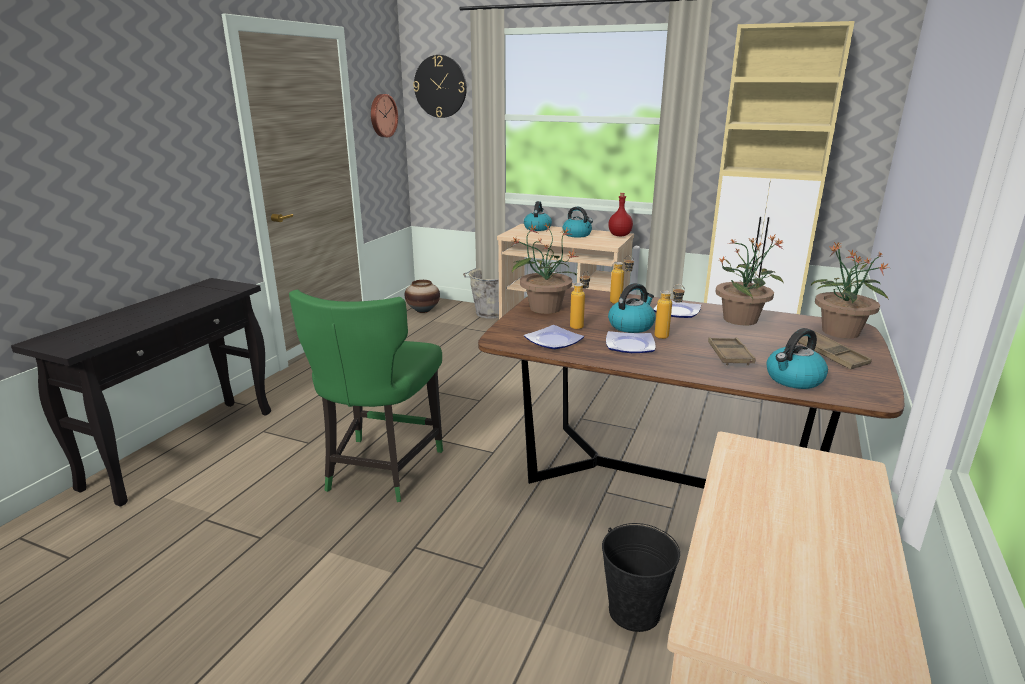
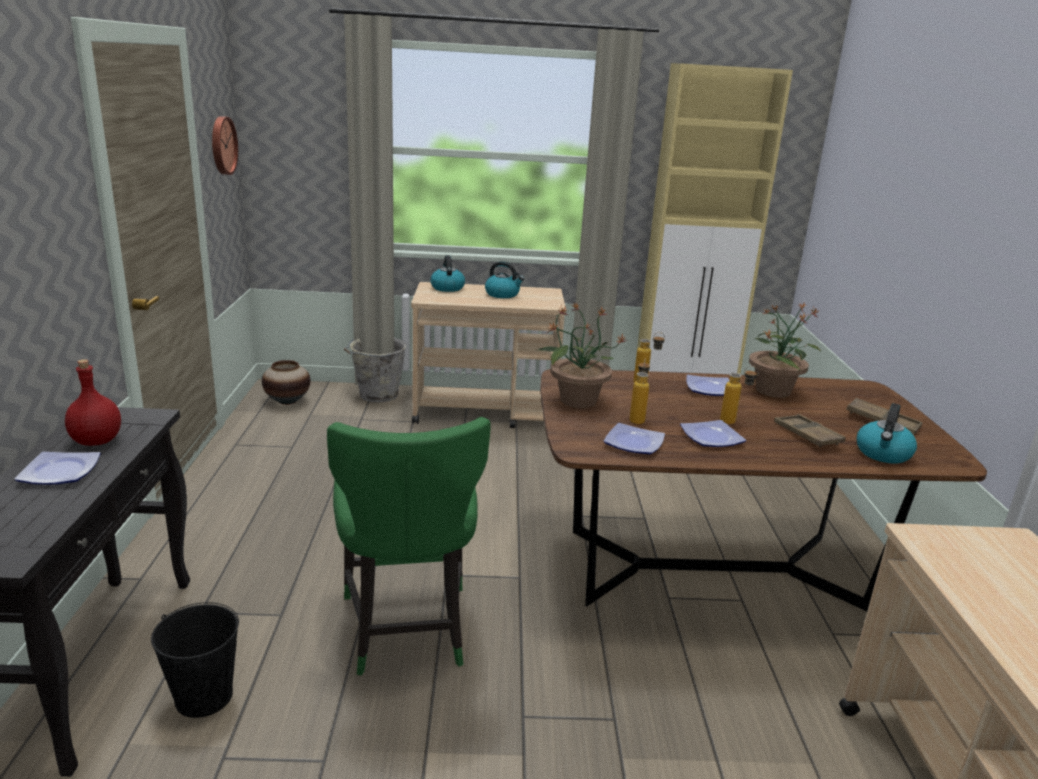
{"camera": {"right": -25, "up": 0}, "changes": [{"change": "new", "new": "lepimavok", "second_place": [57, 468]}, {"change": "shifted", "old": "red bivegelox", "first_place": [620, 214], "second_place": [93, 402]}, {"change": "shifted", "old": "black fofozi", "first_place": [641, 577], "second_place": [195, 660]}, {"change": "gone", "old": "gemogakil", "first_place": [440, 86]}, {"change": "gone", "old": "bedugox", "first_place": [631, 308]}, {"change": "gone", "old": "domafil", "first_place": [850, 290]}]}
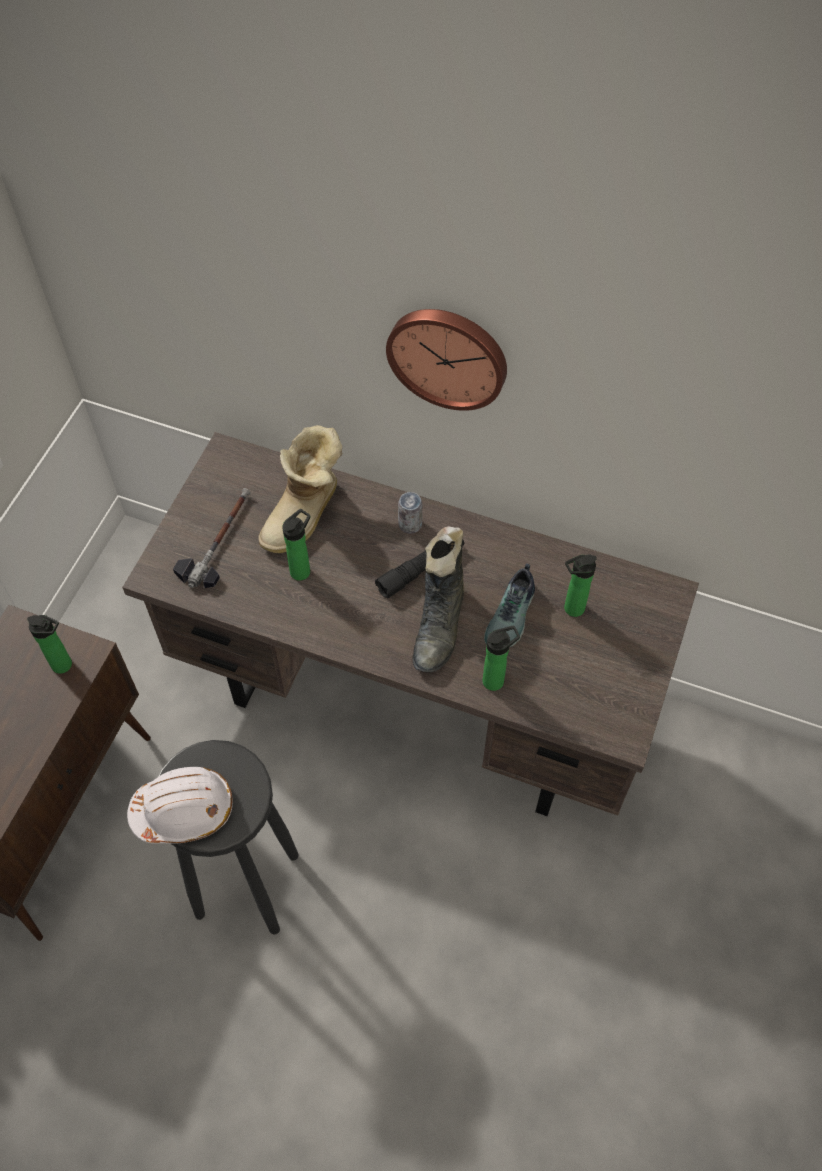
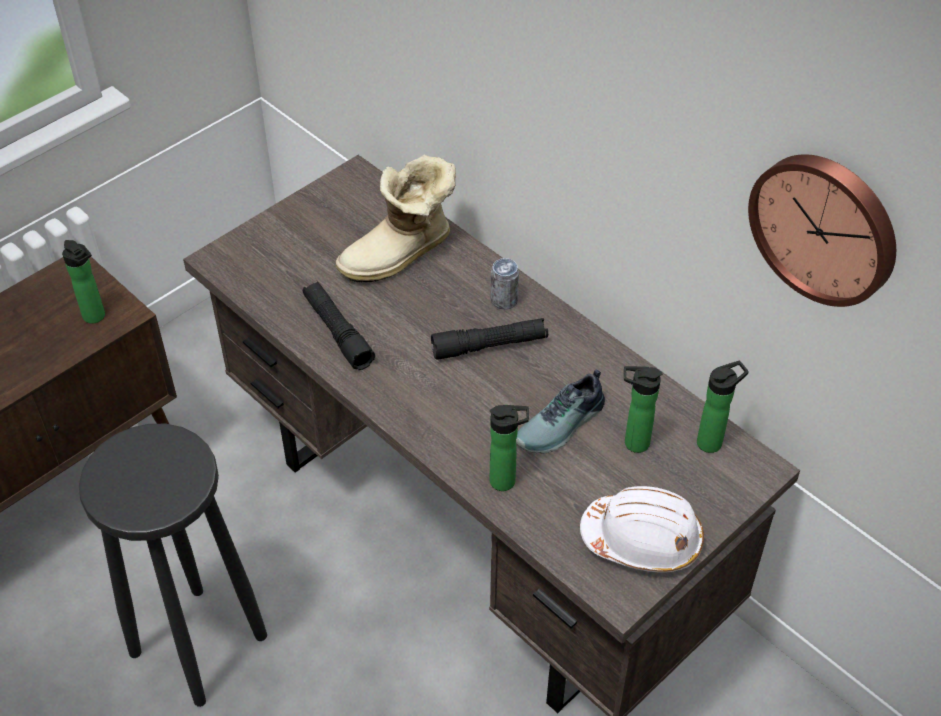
{"camera": {"right": 25, "up": -10}, "changes": [{"change": "new", "new": "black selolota", "second_place": [339, 326]}, {"change": "shifted", "old": "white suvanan", "first_place": [180, 805], "second_place": [642, 529]}, {"change": "shifted", "old": "bivegelox", "first_place": [296, 545], "second_place": [723, 407]}, {"change": "shifted", "old": "gemogakil", "first_place": [446, 360], "second_place": [822, 230]}, {"change": "gone", "old": "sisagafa", "first_place": [212, 538]}, {"change": "gone", "old": "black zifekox", "first_place": [438, 599]}]}
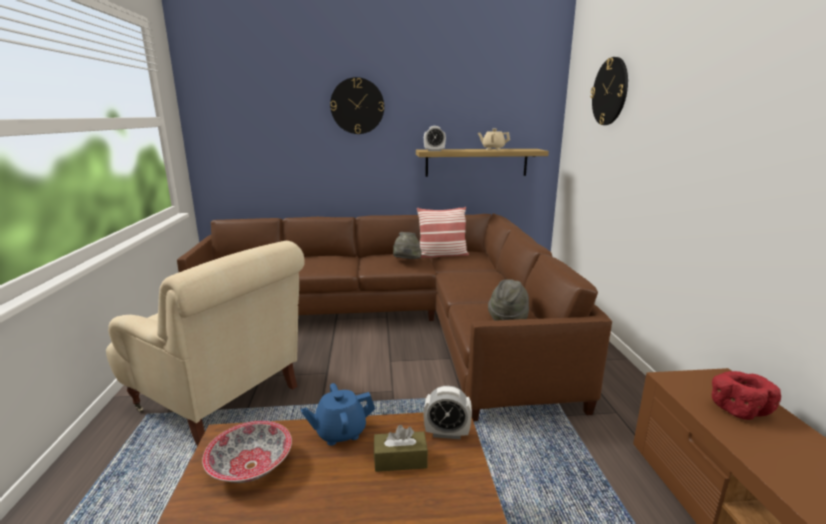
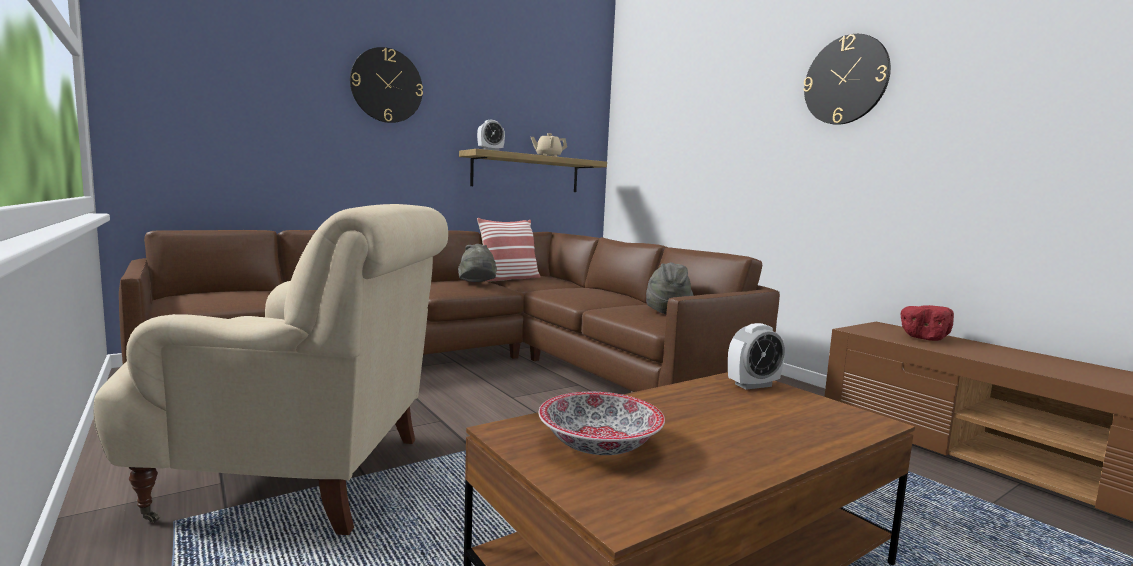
{"camera": {"right": -30, "up": -10}, "changes": [{"change": "shifted", "old": "gemogakil", "first_place": [609, 91], "second_place": [847, 79]}, {"change": "gone", "old": "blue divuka", "first_place": [338, 414]}, {"change": "gone", "old": "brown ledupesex", "first_place": [401, 448]}]}
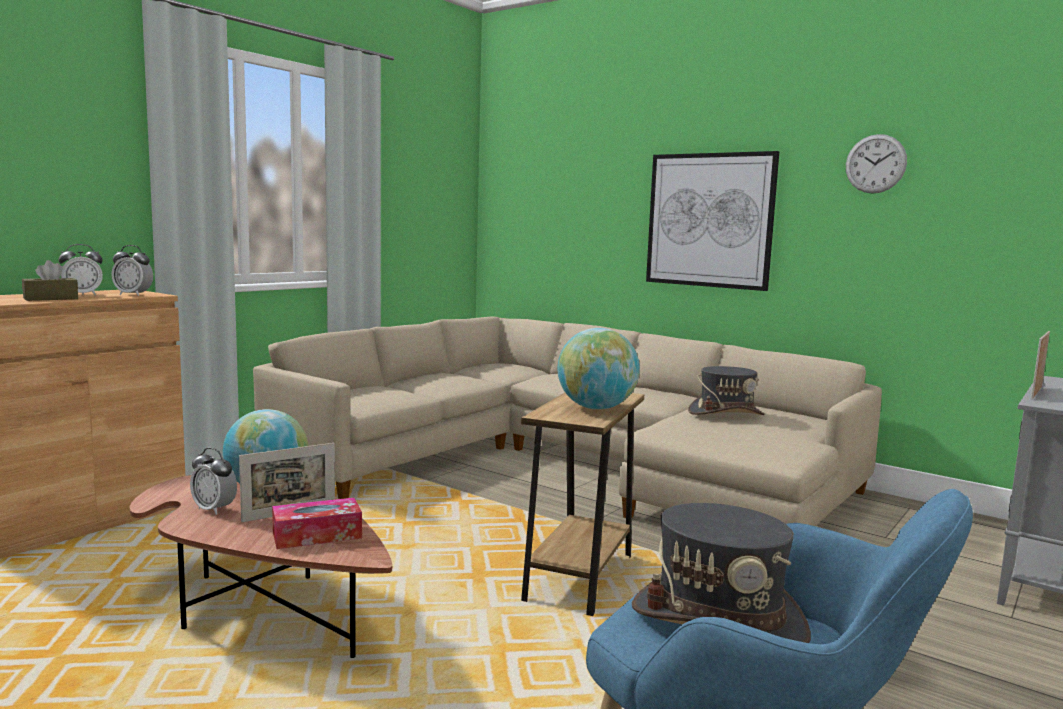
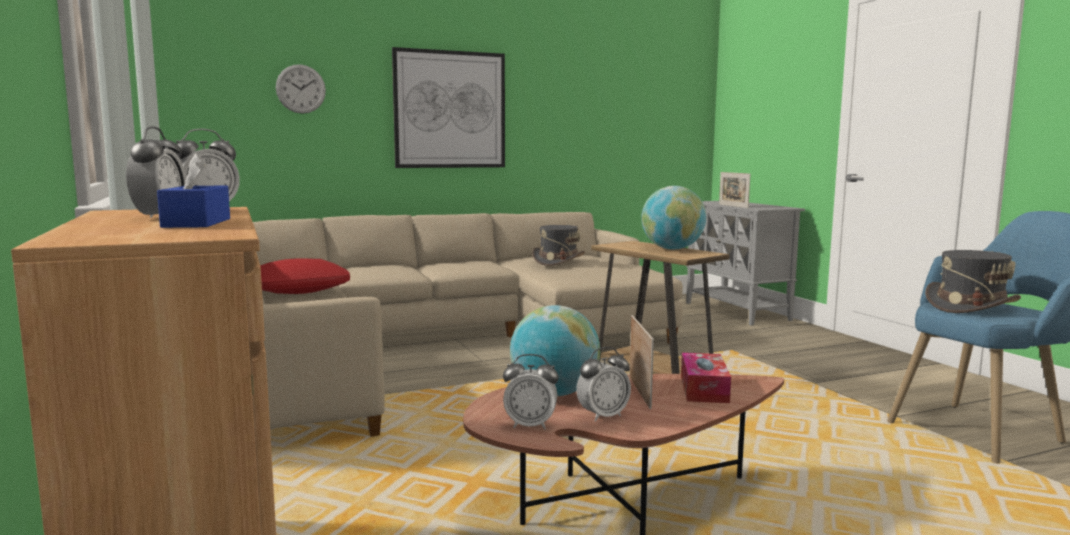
{"camera": {"right": -60, "up": 0}, "changes": [{"change": "repainted", "old": "brown ledupesex", "new": "blue ledupesex", "first_place": [50, 280], "second_place": [193, 190]}, {"change": "new", "new": "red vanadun", "second_place": [305, 276]}, {"change": "shifted", "old": "gemogakil", "first_place": [876, 164], "second_place": [301, 89]}, {"change": "new", "new": "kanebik", "second_place": [531, 391]}]}
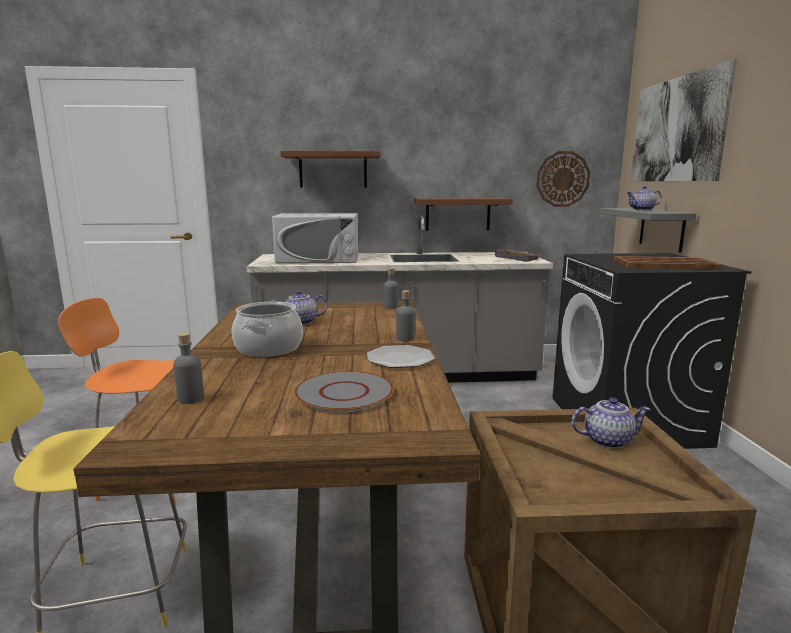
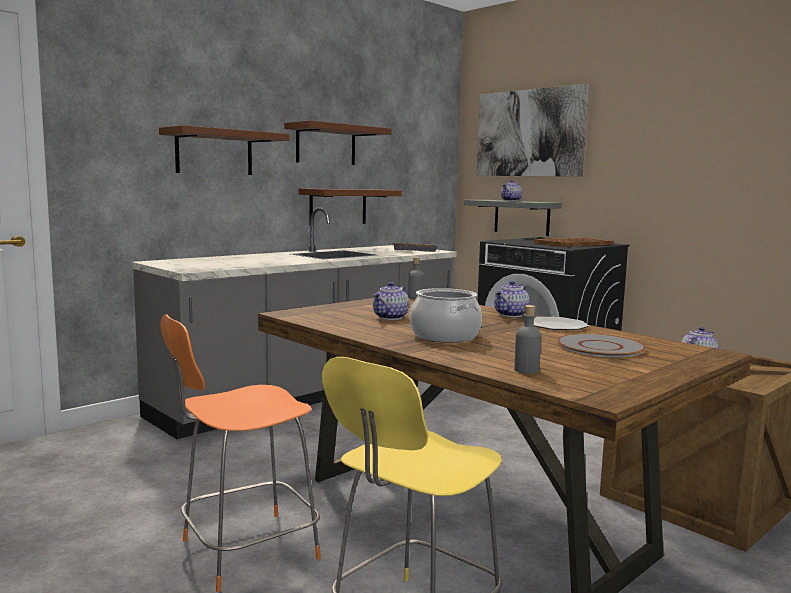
{"camera": {"right": -40, "up": -5}, "changes": [{"change": "new", "new": "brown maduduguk", "second_place": [338, 142]}, {"change": "swapped", "old": "grey bivegelox", "new": "divuka", "first_place": [405, 315], "second_place": [512, 299]}, {"change": "gone", "old": "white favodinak", "first_place": [315, 238]}, {"change": "gone", "old": "gemogakil", "first_place": [563, 179]}]}
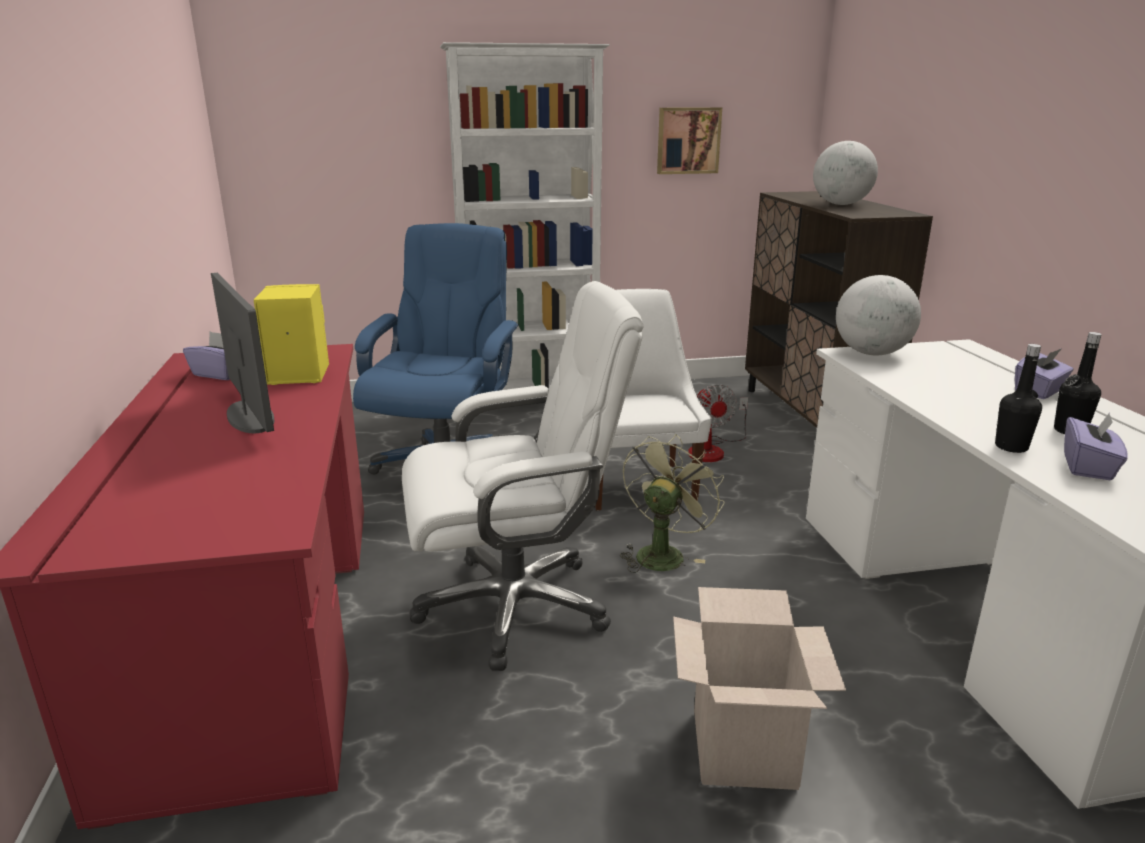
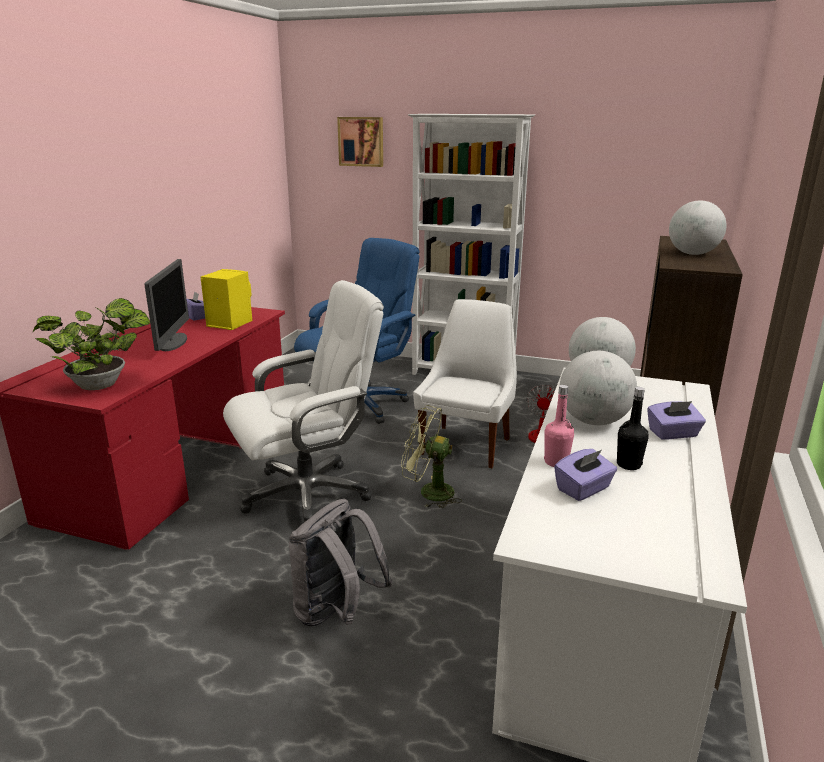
{"camera": {"right": 30, "up": 0}, "changes": [{"change": "new", "new": "domafil", "second_place": [91, 344]}, {"change": "rotated", "old": "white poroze", "first_place": [523, 476], "second_place": [303, 401], "degrees": -45}, {"change": "swapped", "old": "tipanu", "new": "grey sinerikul", "first_place": [759, 688], "second_place": [340, 563]}, {"change": "shifted", "old": "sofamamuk", "first_place": [689, 140], "second_place": [360, 142]}, {"change": "rotated", "old": "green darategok", "first_place": [672, 503], "second_place": [431, 456], "degrees": -135}, {"change": "repainted", "old": "black bivegelox", "new": "pink bivegelox", "first_place": [1018, 398], "second_place": [559, 426]}, {"change": "new", "new": "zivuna", "second_place": [598, 388]}]}
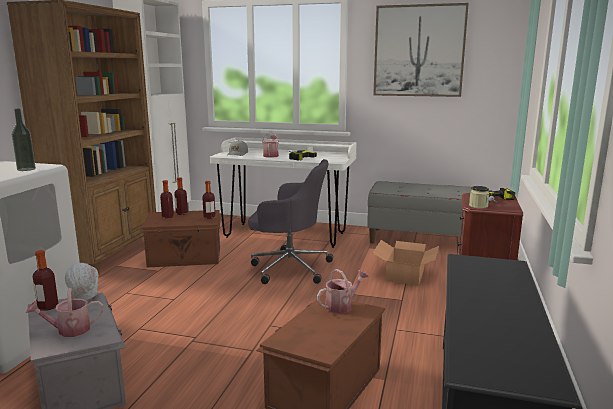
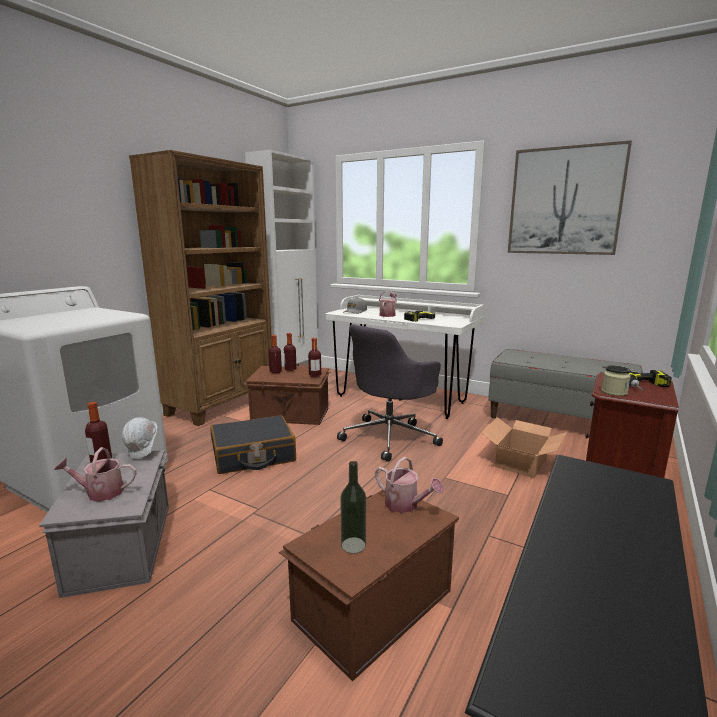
{"camera": {"right": 15, "up": 0}, "changes": [{"change": "new", "new": "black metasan", "second_place": [253, 444]}, {"change": "rotated", "old": "grey poroze", "first_place": [290, 221], "second_place": [390, 393], "degrees": 105}, {"change": "shifted", "old": "bivegelox", "first_place": [24, 140], "second_place": [353, 507]}, {"change": "rotated", "old": "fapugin", "first_place": [342, 291], "second_place": [409, 485], "degrees": 60}]}
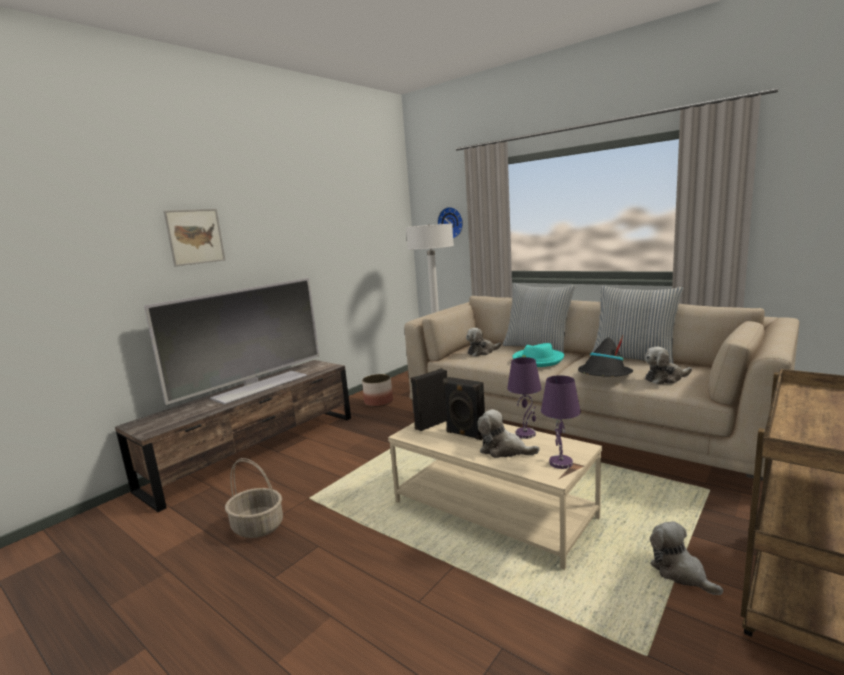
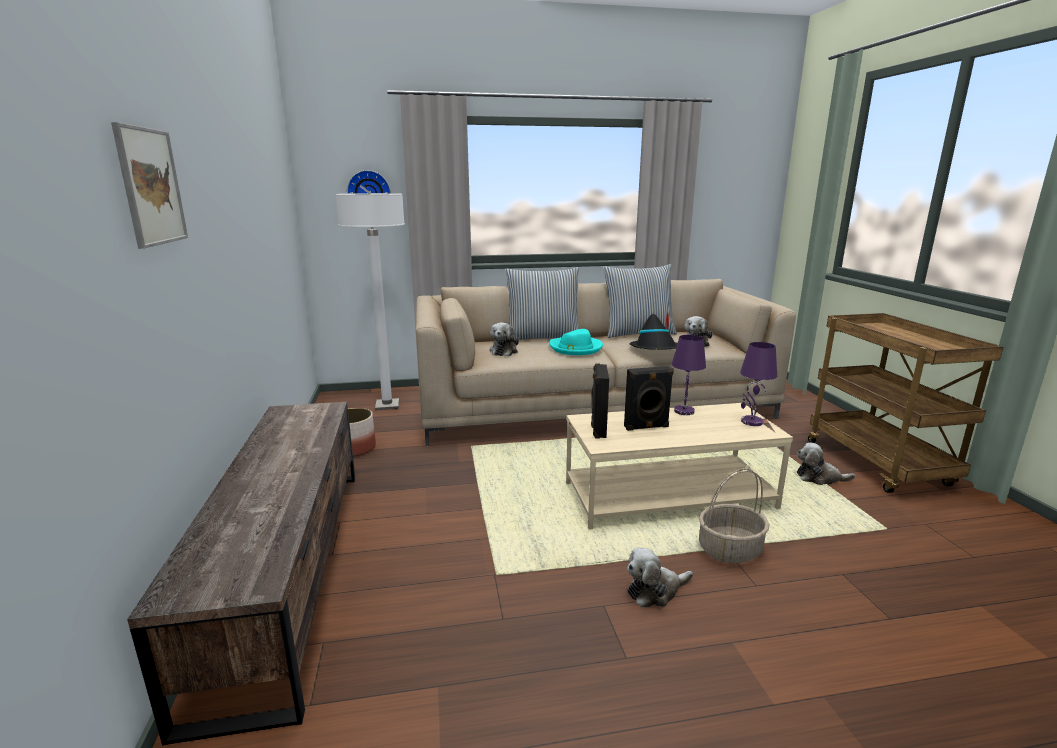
{"camera": {"right": -50, "up": 5}, "changes": [{"change": "shifted", "old": "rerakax", "first_place": [508, 433], "second_place": [660, 577]}, {"change": "shifted", "old": "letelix", "first_place": [254, 498], "second_place": [734, 515]}, {"change": "gone", "old": "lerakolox", "first_place": [231, 341]}]}
